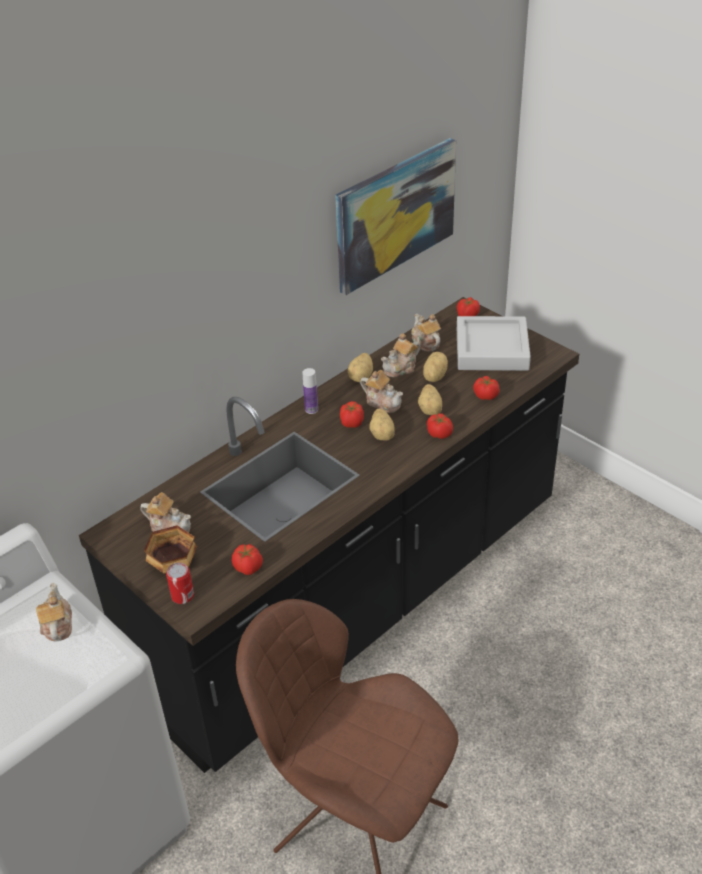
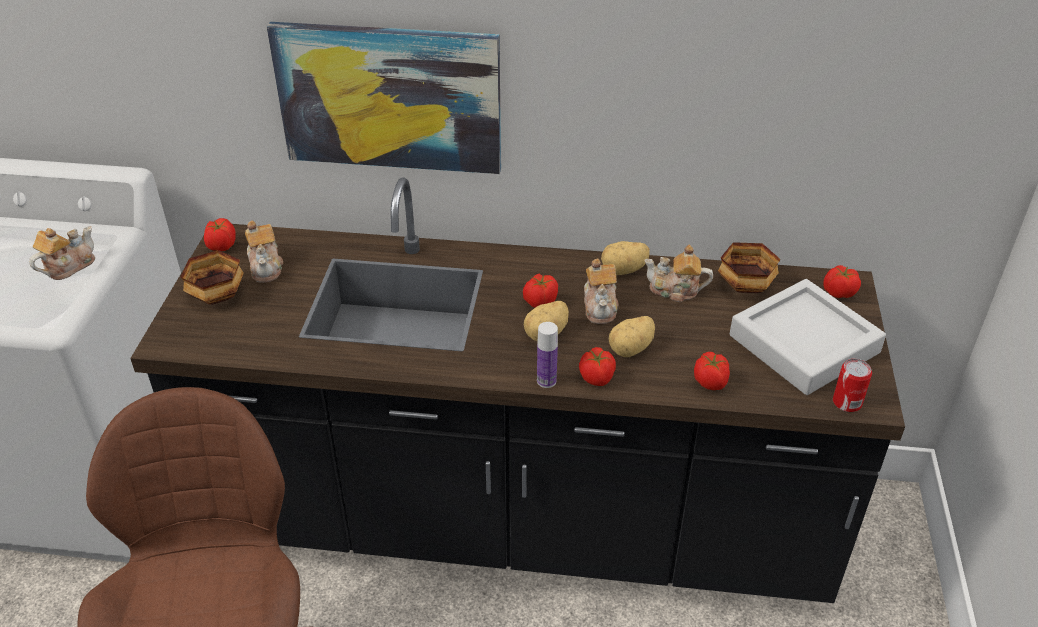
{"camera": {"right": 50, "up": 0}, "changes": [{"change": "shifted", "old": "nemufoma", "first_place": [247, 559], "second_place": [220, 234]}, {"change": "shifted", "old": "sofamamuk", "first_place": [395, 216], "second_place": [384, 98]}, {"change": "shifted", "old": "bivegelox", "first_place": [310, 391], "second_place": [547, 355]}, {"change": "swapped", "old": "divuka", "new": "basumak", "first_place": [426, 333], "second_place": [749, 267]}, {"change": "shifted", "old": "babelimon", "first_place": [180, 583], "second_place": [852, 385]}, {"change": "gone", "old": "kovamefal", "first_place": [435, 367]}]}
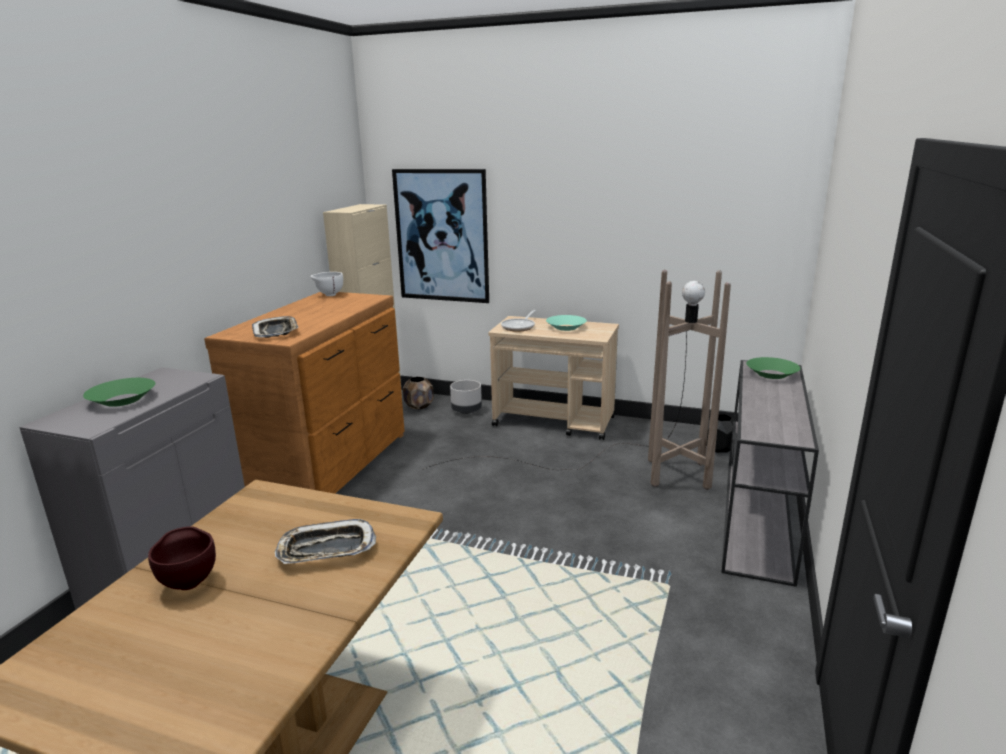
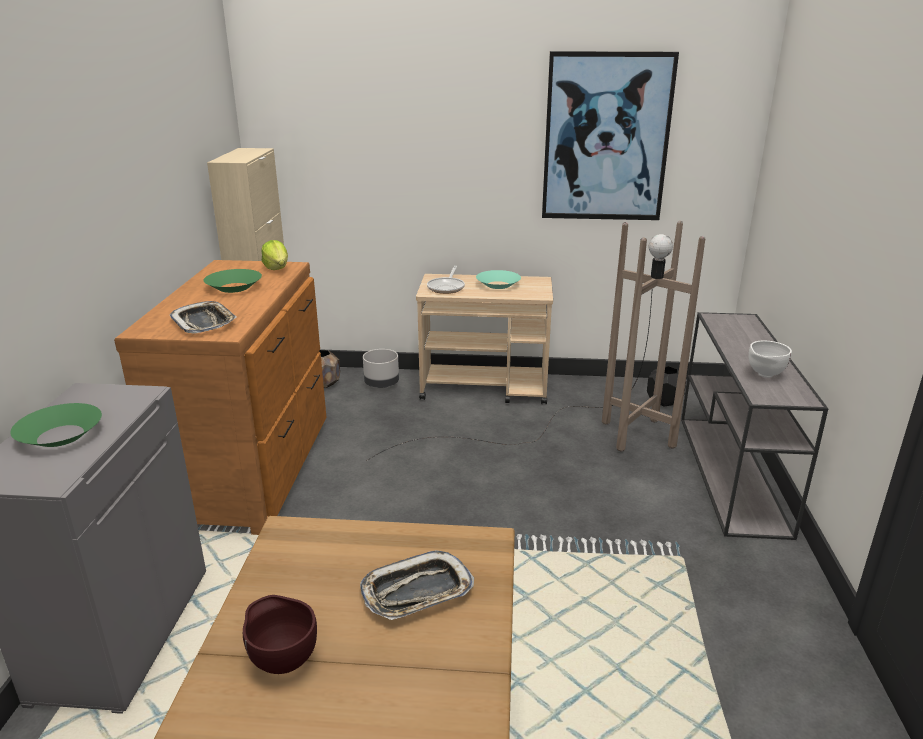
{"camera": {"right": -15, "up": 5}, "changes": [{"change": "shifted", "old": "green basumak", "first_place": [773, 368], "second_place": [232, 281]}, {"change": "new", "new": "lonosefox", "second_place": [274, 255]}, {"change": "shifted", "old": "sofamamuk", "first_place": [440, 236], "second_place": [610, 135]}, {"change": "shifted", "old": "white basumak", "first_place": [327, 284], "second_place": [770, 359]}]}
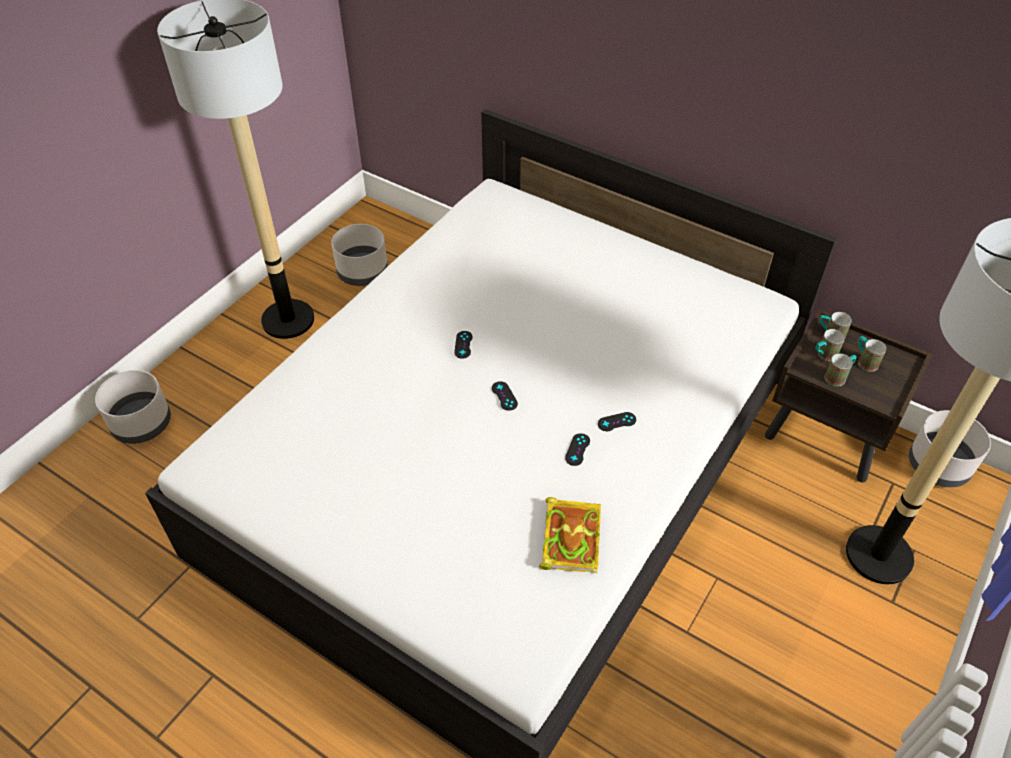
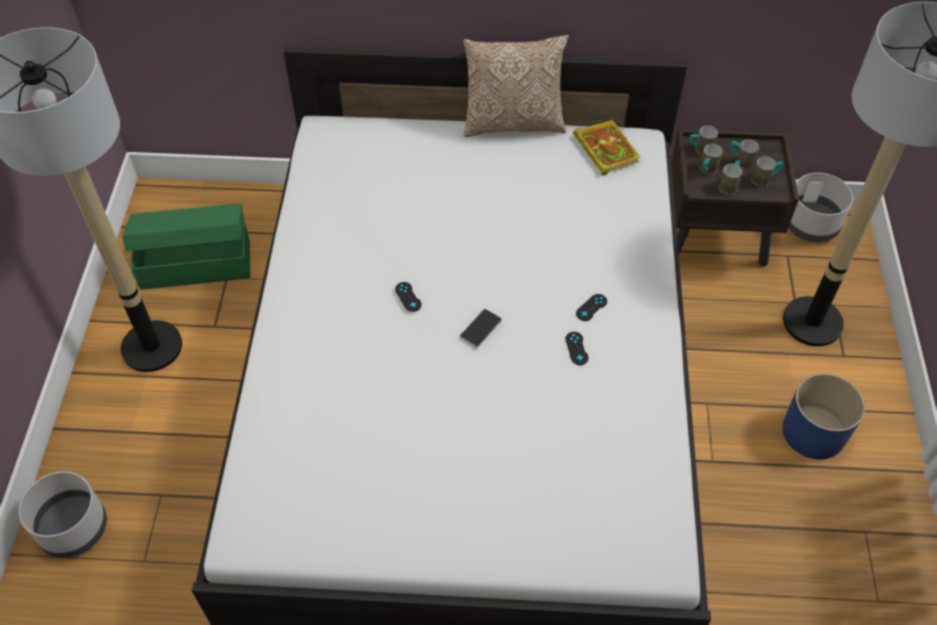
{"camera": {"right": -30, "up": 5}, "changes": [{"change": "swapped", "old": "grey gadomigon", "new": "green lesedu", "first_place": [359, 255], "second_place": [186, 246]}, {"change": "swapped", "old": "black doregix", "new": "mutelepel", "first_place": [505, 396], "second_place": [481, 328]}, {"change": "new", "new": "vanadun", "second_place": [516, 86]}, {"change": "shifted", "old": "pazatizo", "first_place": [570, 535], "second_place": [607, 148]}, {"change": "new", "new": "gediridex", "second_place": [767, 171]}, {"change": "new", "new": "blue gadomigon", "second_place": [823, 416]}]}
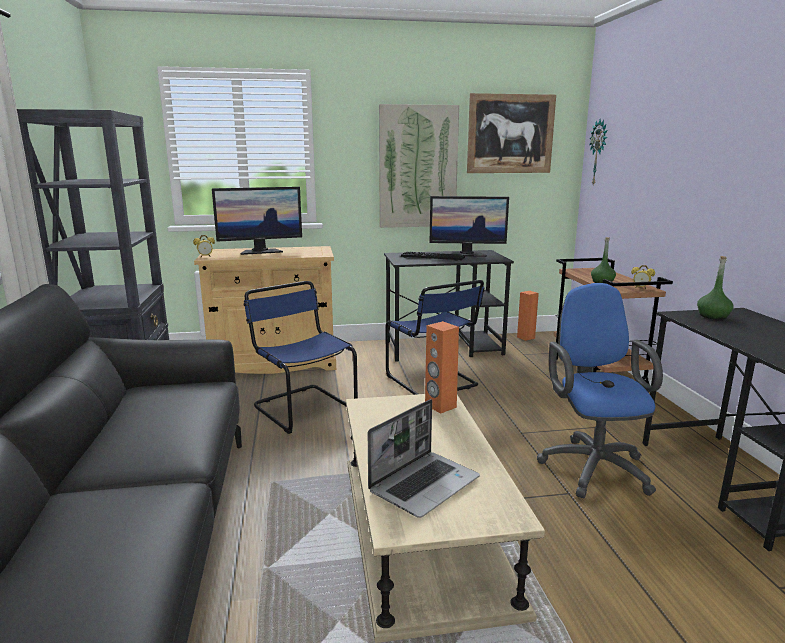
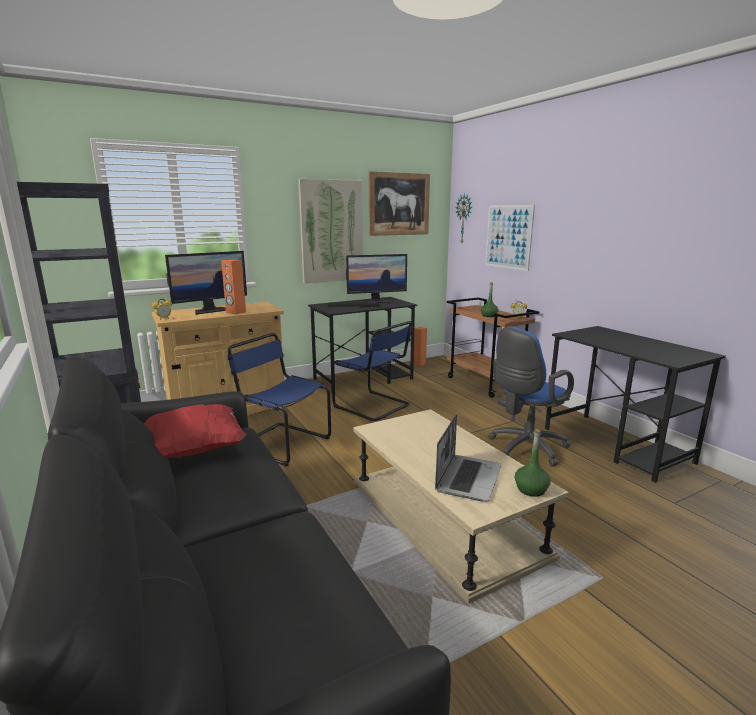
{"camera": {"right": -20, "up": 0}, "changes": [{"change": "new", "new": "red vanadun", "second_place": [195, 431]}, {"change": "shifted", "old": "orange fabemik", "first_place": [442, 367], "second_place": [233, 286]}, {"change": "new", "new": "sofamamuk", "second_place": [510, 238]}, {"change": "rotated", "old": "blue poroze", "first_place": [600, 390], "second_place": [531, 396], "degrees": -105}, {"change": "shifted", "old": "green bivegelox", "first_place": [715, 288], "second_place": [533, 463]}]}
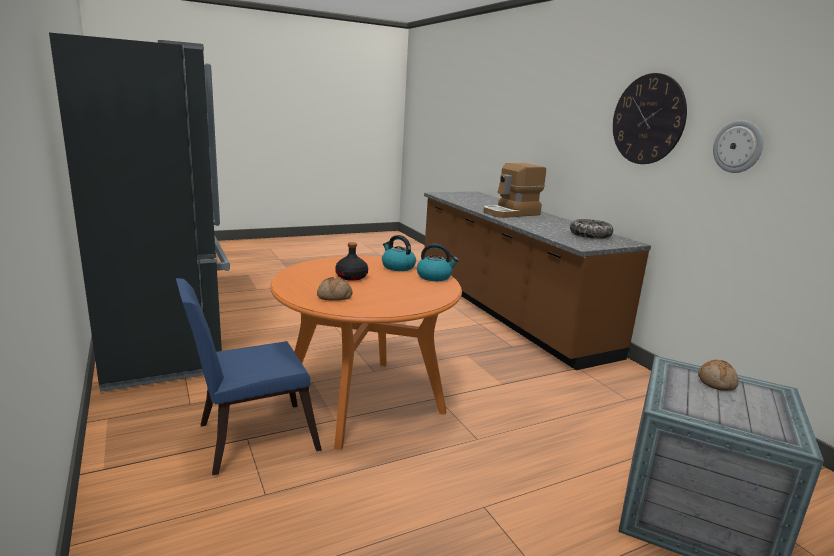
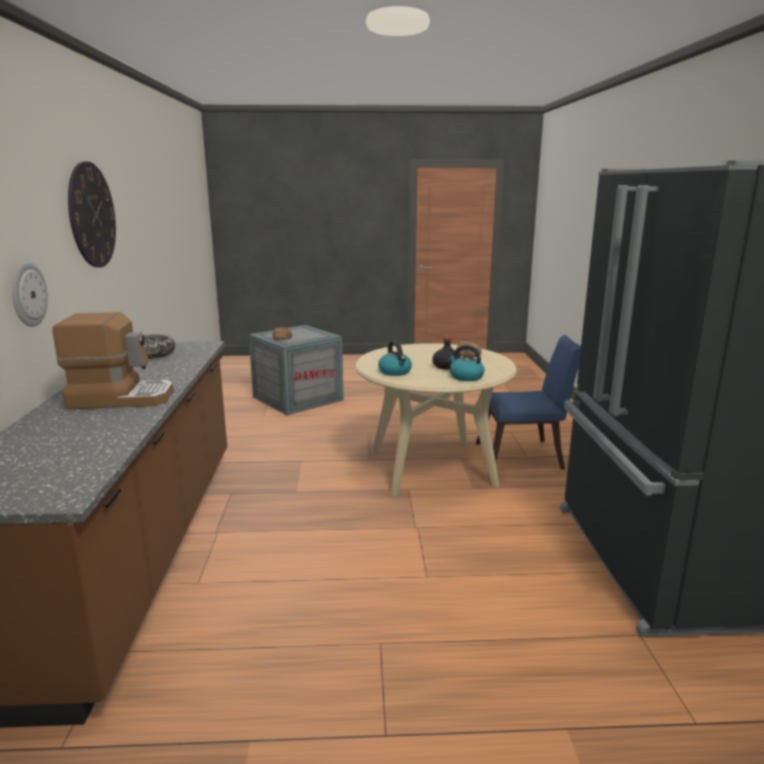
{"camera": {"right": -155, "up": 0}, "changes": [{"change": "shifted", "old": "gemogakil", "first_place": [738, 146], "second_place": [30, 294]}, {"change": "repainted", "old": "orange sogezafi", "new": "beige sogezafi", "first_place": [366, 353], "second_place": [436, 420]}, {"change": "shifted", "old": "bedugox", "first_place": [438, 262], "second_place": [466, 363]}]}
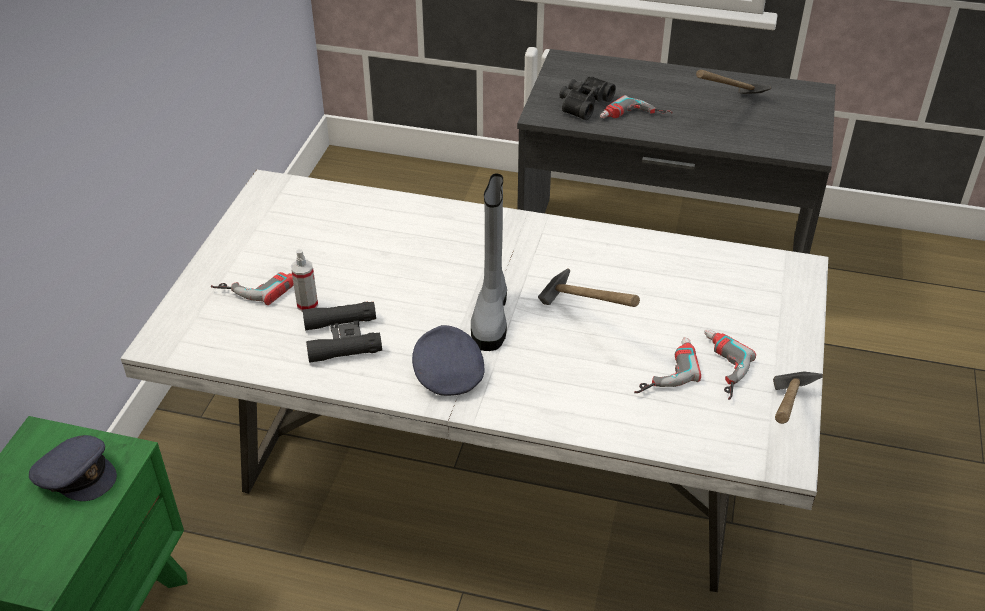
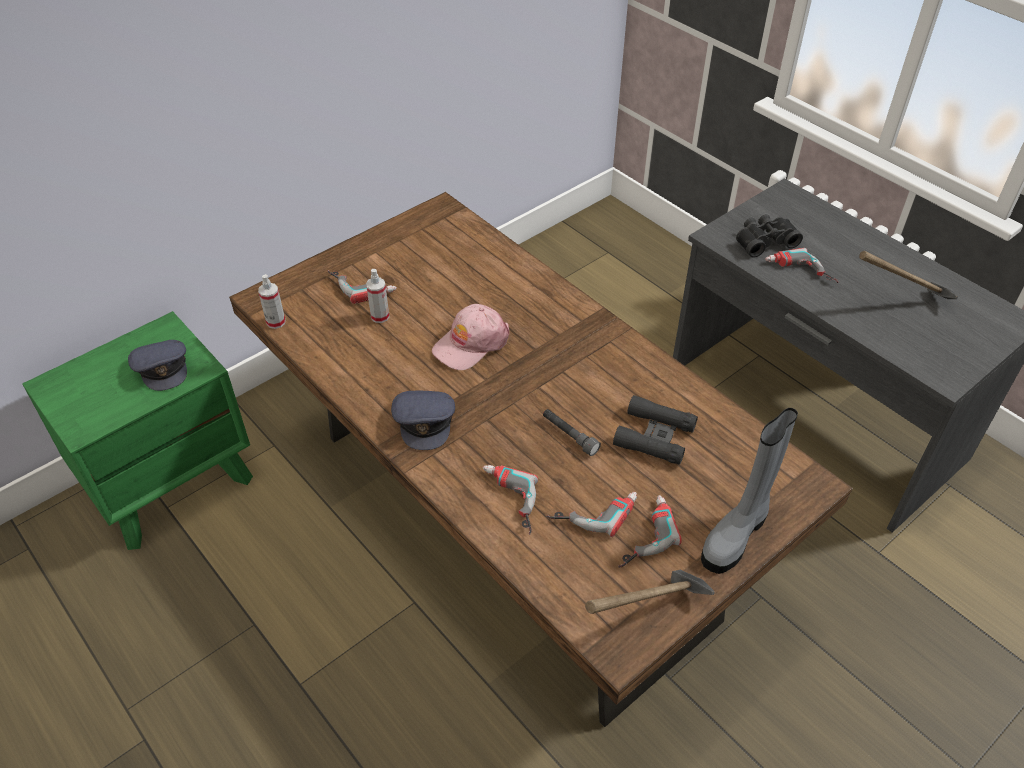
{"camera": {"right": 35, "up": 5}, "changes": [{"change": "repainted", "old": "white sogezafi", "new": "brown sogezafi", "first_place": [474, 381], "second_place": [541, 459]}, {"change": "new", "new": "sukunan", "second_place": [271, 301]}, {"change": "rotated", "old": "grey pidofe", "first_place": [448, 360], "second_place": [423, 420], "degrees": 150}, {"change": "new", "new": "pink pidofe", "second_place": [470, 337]}, {"change": "new", "new": "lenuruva", "second_place": [510, 500]}, {"change": "swapped", "old": "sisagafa", "new": "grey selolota", "first_place": [589, 287], "second_place": [572, 432]}, {"change": "shifted", "old": "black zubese", "first_place": [342, 332], "second_place": [655, 430]}, {"change": "shifted", "old": "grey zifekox", "first_place": [489, 262], "second_place": [749, 491]}]}
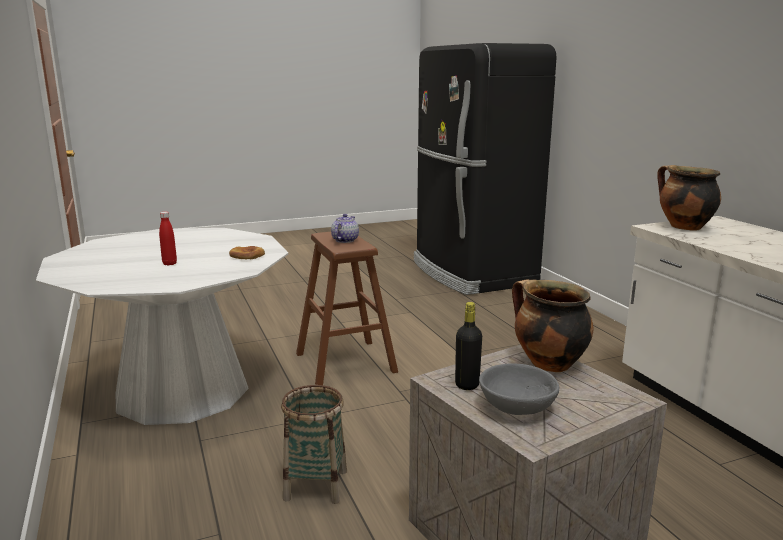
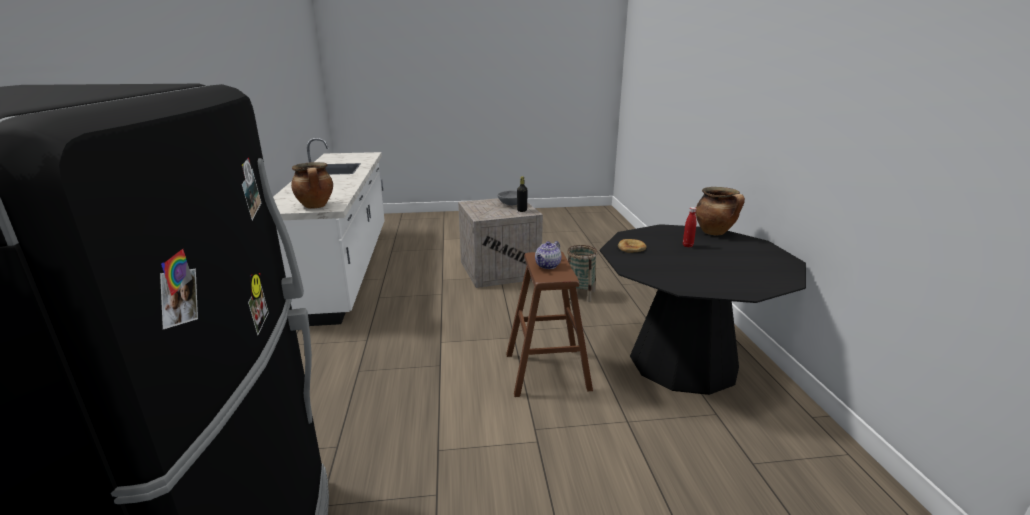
{"camera": {"right": -165, "up": 5}, "changes": [{"change": "repainted", "old": "white sogezafi", "new": "black sogezafi", "first_place": [162, 326], "second_place": [703, 309]}, {"change": "shifted", "old": "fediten", "first_place": [553, 325], "second_place": [720, 211]}]}
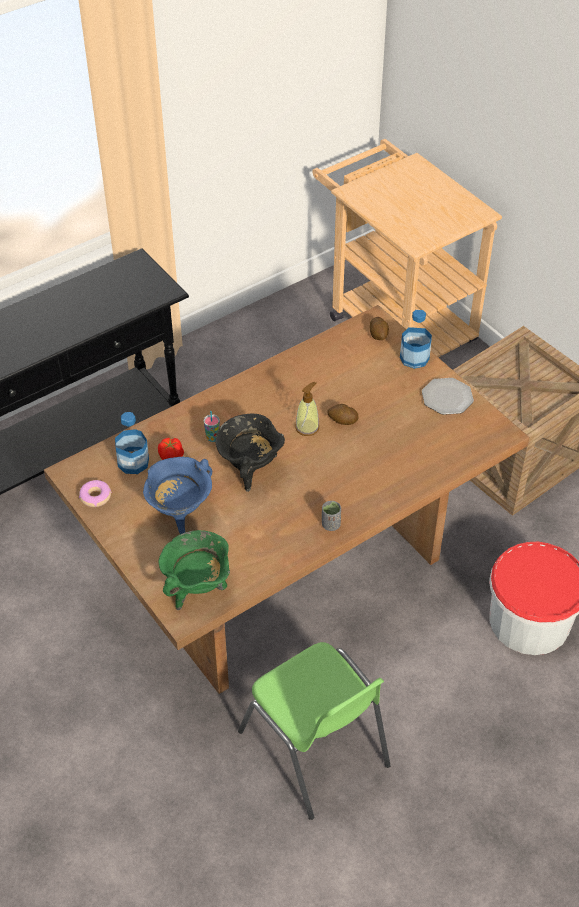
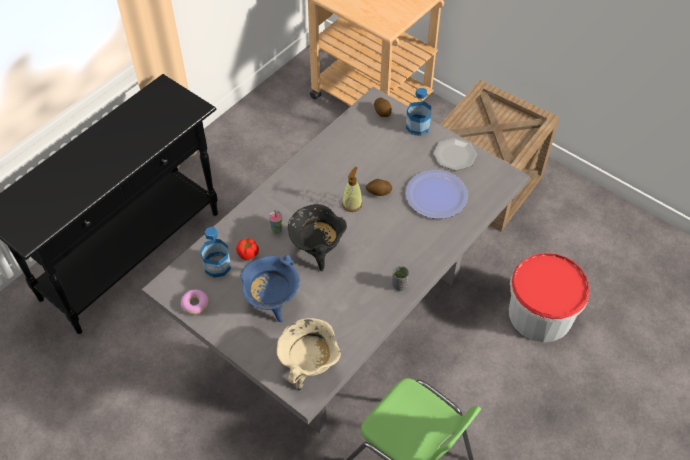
{"camera": {"right": -15, "up": 5}, "changes": [{"change": "repainted", "old": "brown sogezafi", "new": "grey sogezafi", "first_place": [287, 499], "second_place": [335, 260]}, {"change": "repainted", "old": "green fediten", "new": "beige fediten", "first_place": [194, 570], "second_place": [309, 354]}, {"change": "new", "new": "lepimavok", "second_place": [436, 194]}]}
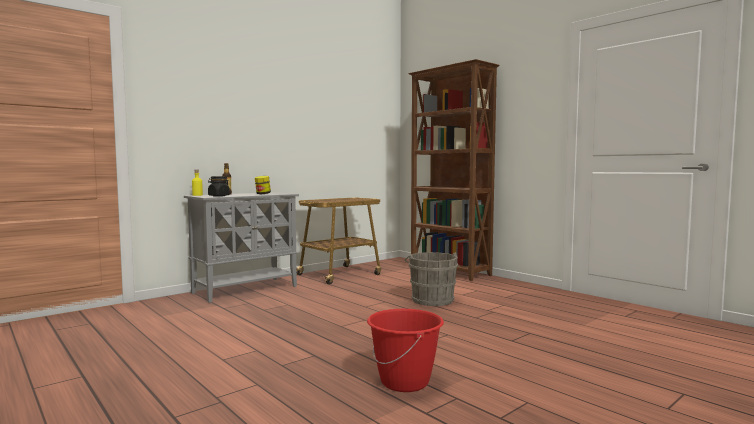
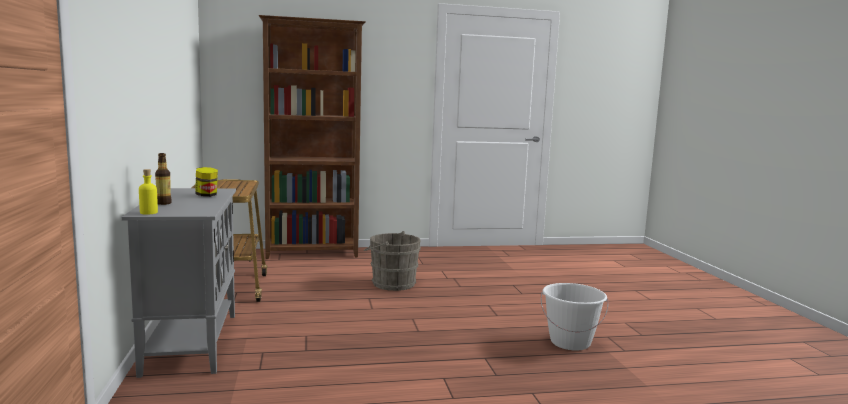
{"camera": {"right": -60, "up": 5}, "changes": [{"change": "repainted", "old": "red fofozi", "new": "white fofozi", "first_place": [405, 350], "second_place": [574, 317]}, {"change": "gone", "old": "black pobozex", "first_place": [219, 186]}]}
